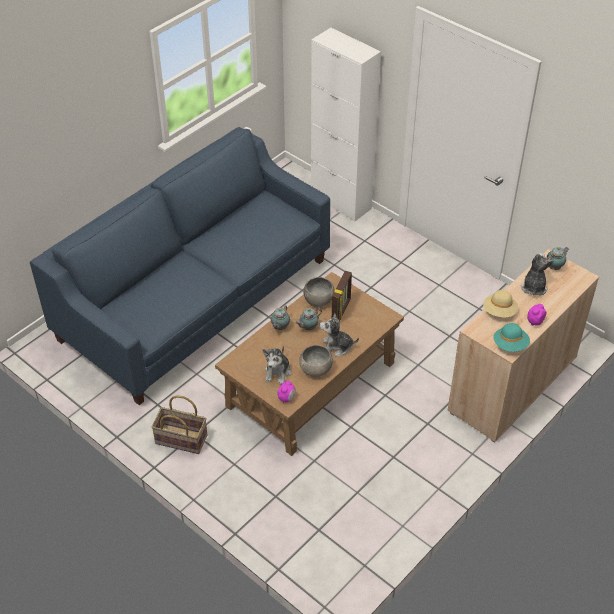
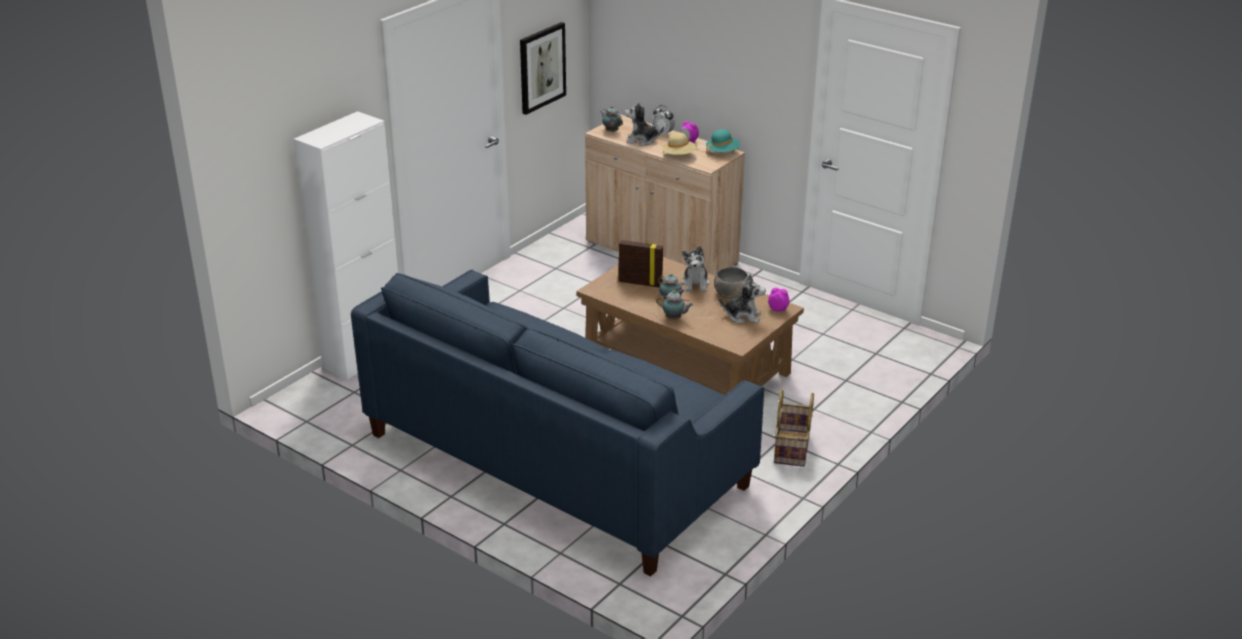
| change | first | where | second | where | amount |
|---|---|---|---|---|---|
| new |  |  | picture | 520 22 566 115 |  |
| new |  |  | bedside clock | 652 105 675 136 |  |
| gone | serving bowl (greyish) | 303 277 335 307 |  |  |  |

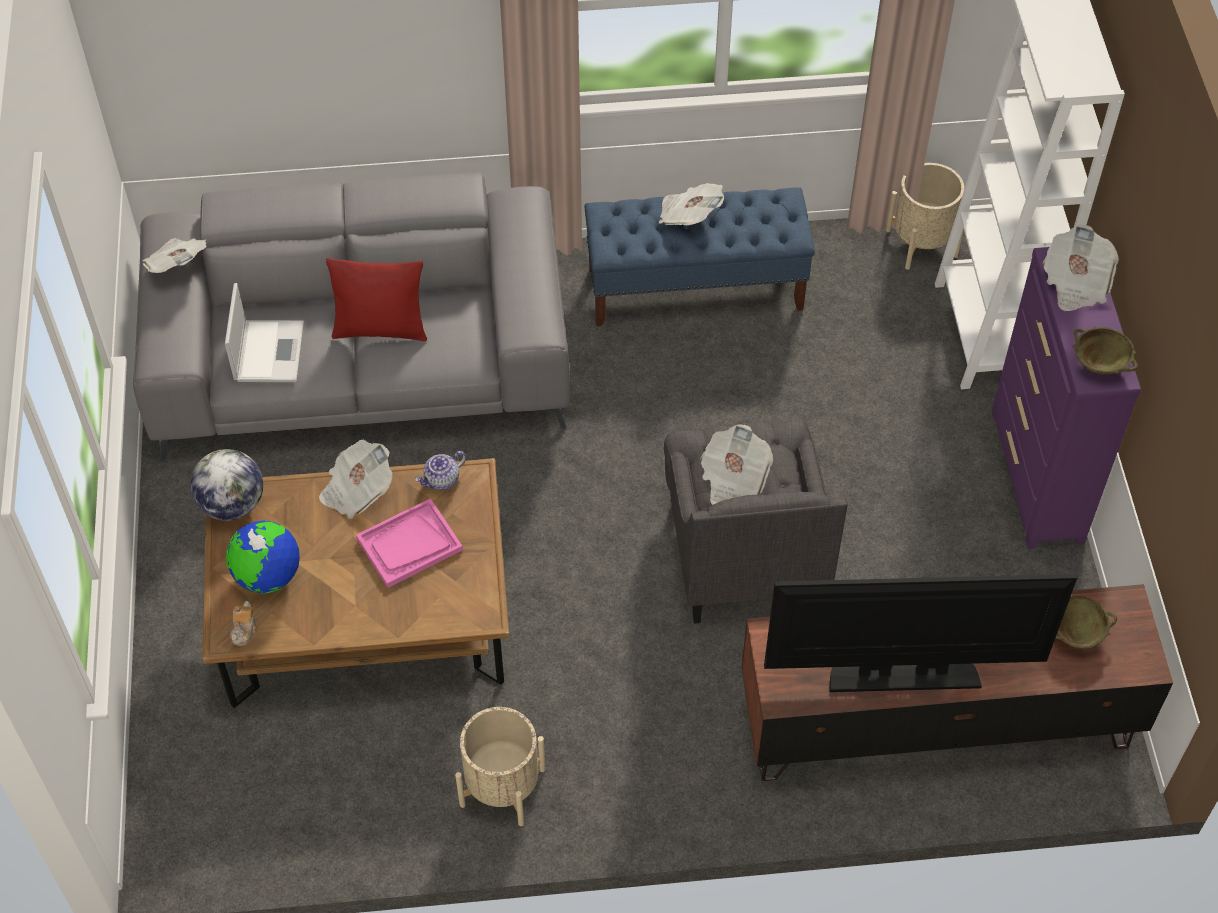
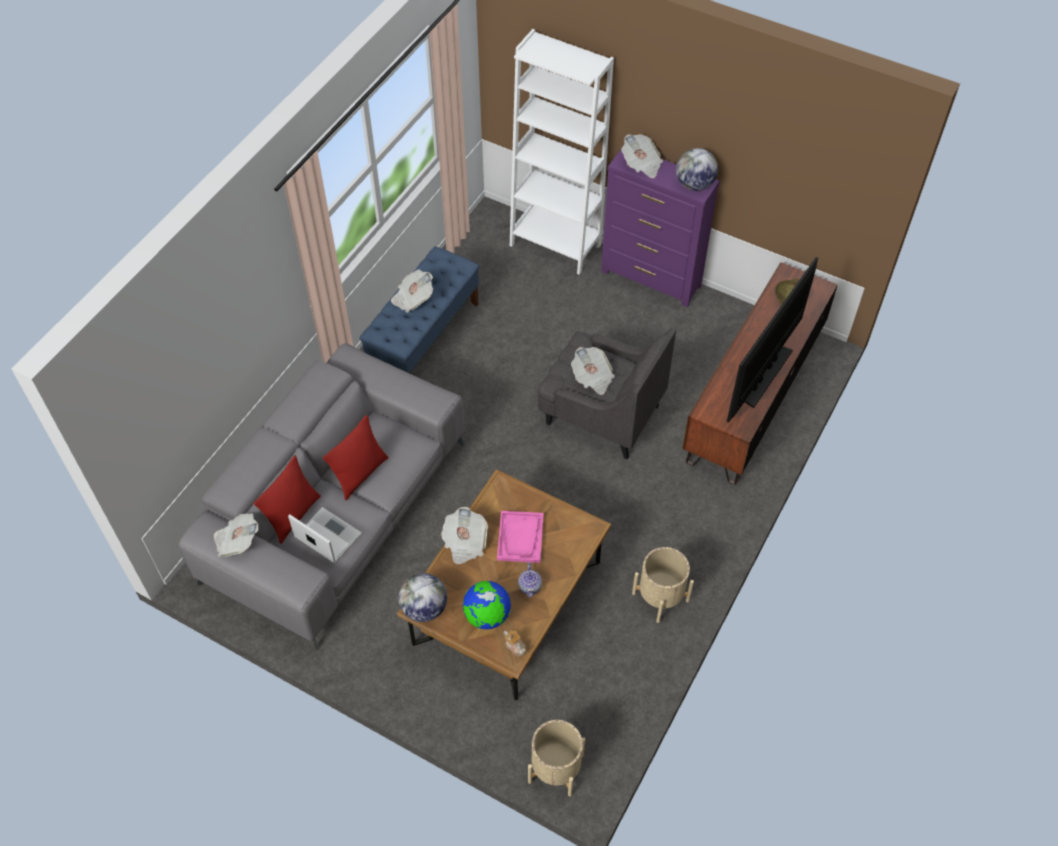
| change | first | where | second | where | amount |
|---|---|---|---|---|---|
| new |  |  | throw pillow (reddish) | 254 455 321 544 |  |
| shifted | pot for tea | 415 451 466 491 |  | 518 562 542 598 |  |
| shifted | flower pot (beige) | 886 163 964 270 |  | 528 720 585 796 |  |
| swapped | serving bowl (beige) | 1072 326 1138 375 | globe | 676 148 718 191 |  |

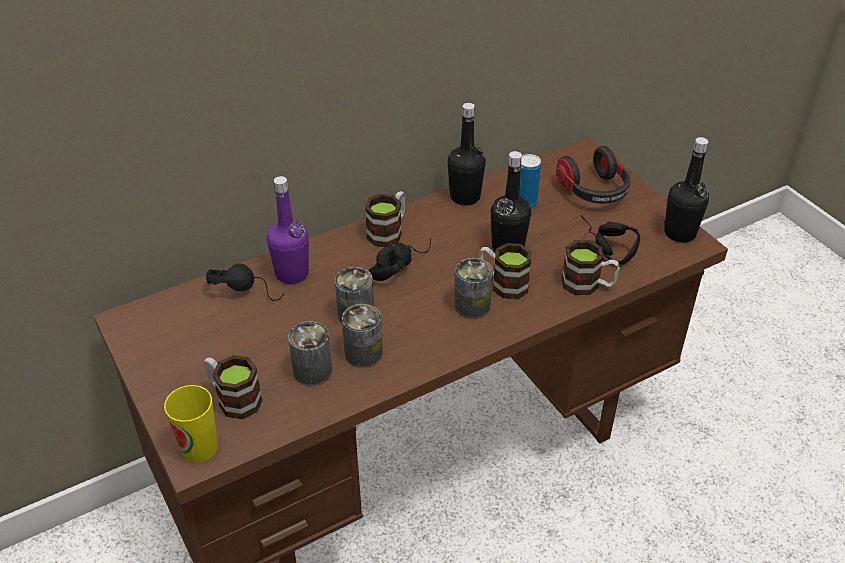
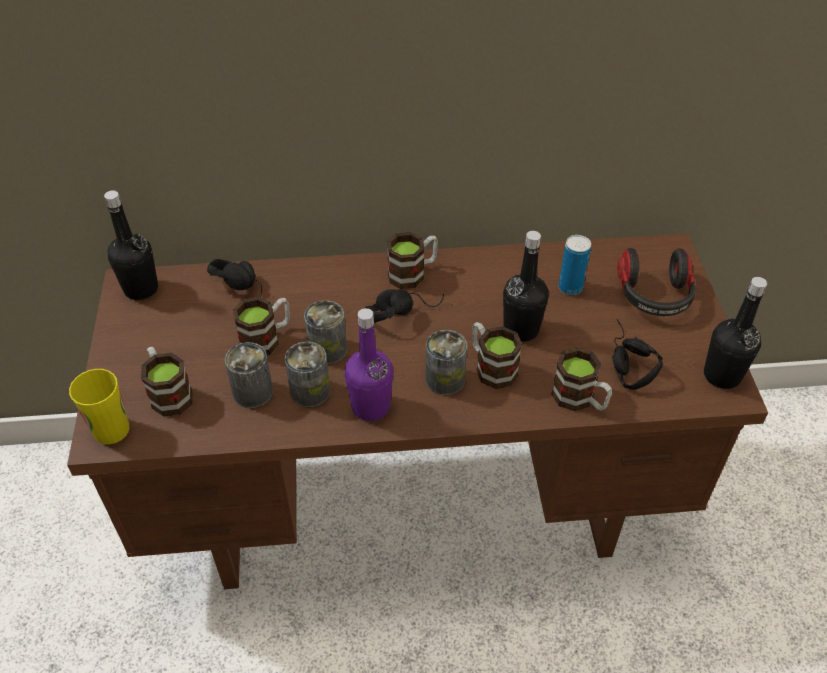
| change | first | where | second | where | amount |
|---|---|---|---|---|---|
| shifted | beverage bottle (blackish) | 448 103 486 206 |  | 104 190 158 300 |  |
| new |  |  | tea mug | 233 297 290 356 |  |
| shifted | beverage bottle (purple-coloured) | 266 176 309 284 |  | 344 308 393 421 |  |

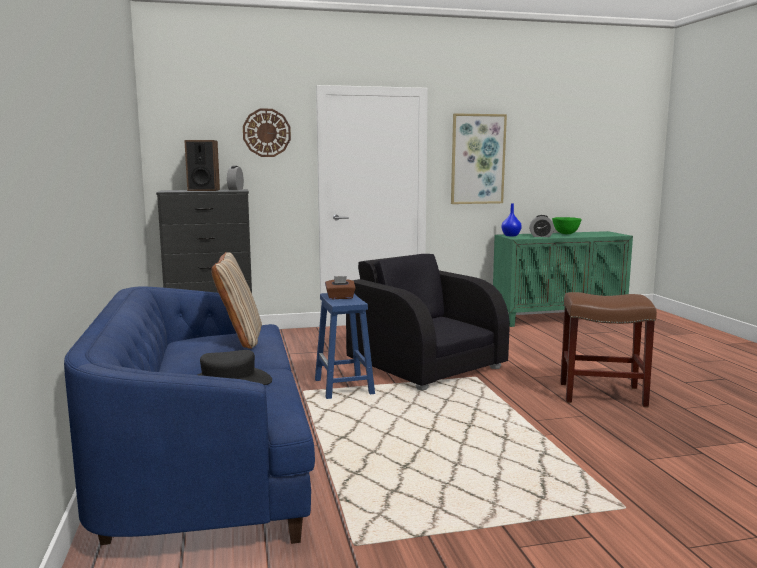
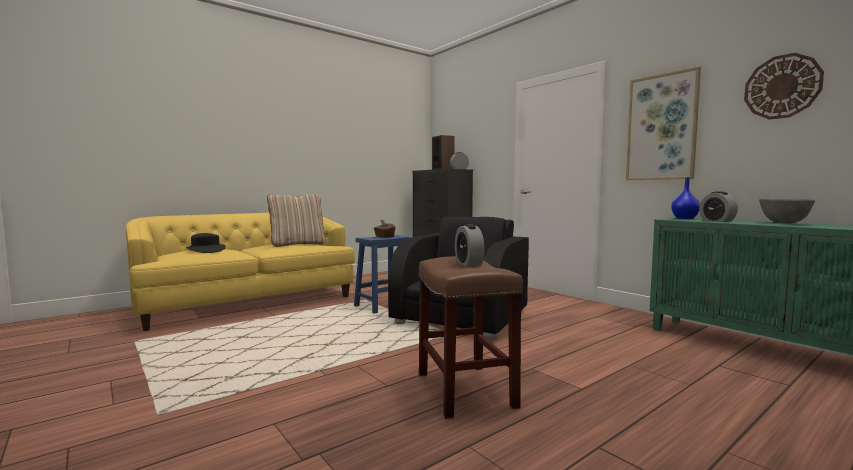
| change | first | where | second | where | amount |
|---|---|---|---|---|---|
| repainted | settee (bluish) | 64 287 315 545 | settee (yellow) | 126 213 355 331 |  |
| new |  |  | bedside clock | 455 224 485 266 |  |
| shifted | clock on the wall | 243 109 291 157 |  | 744 53 824 119 |  |
| repainted | serving bowl (green-coloured) | 552 217 582 234 | serving bowl (greyish) | 759 199 815 224 |  |

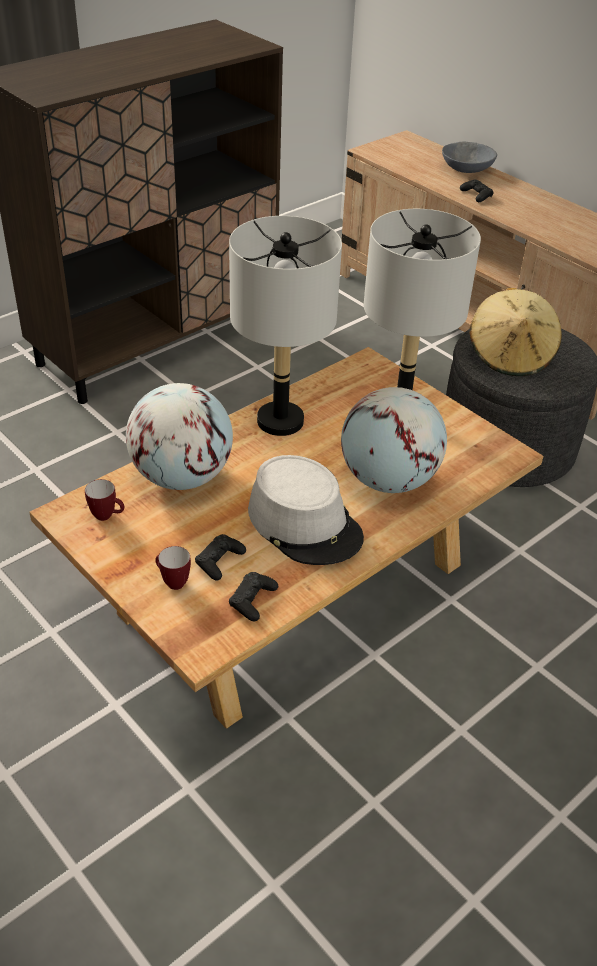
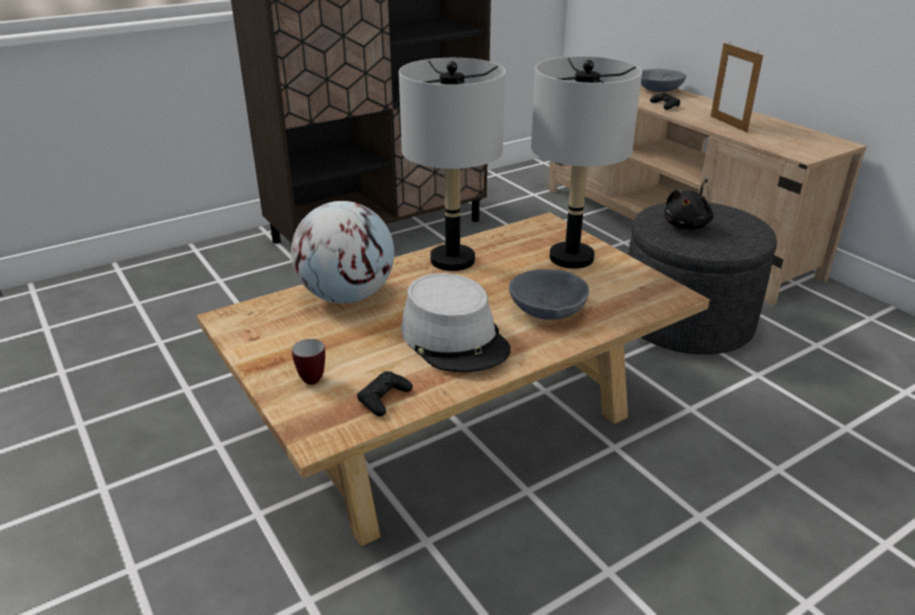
| change | first | where | second | where | amount |
|---|---|---|---|---|---|
| swapped | globe | 341 387 447 493 | serving bowl (greyish) | 509 269 589 320 |  |
| swapped | wearable hat (beige) | 469 288 562 376 | cuddly toy (blackish) | 664 189 714 229 |  |
| new |  |  | picture frame | 711 43 763 132 |  |
| gone | tea mug | 85 479 124 521 |  |  |  |
| gone | gamepad (blackish) | 195 534 246 581 |  |  |  |

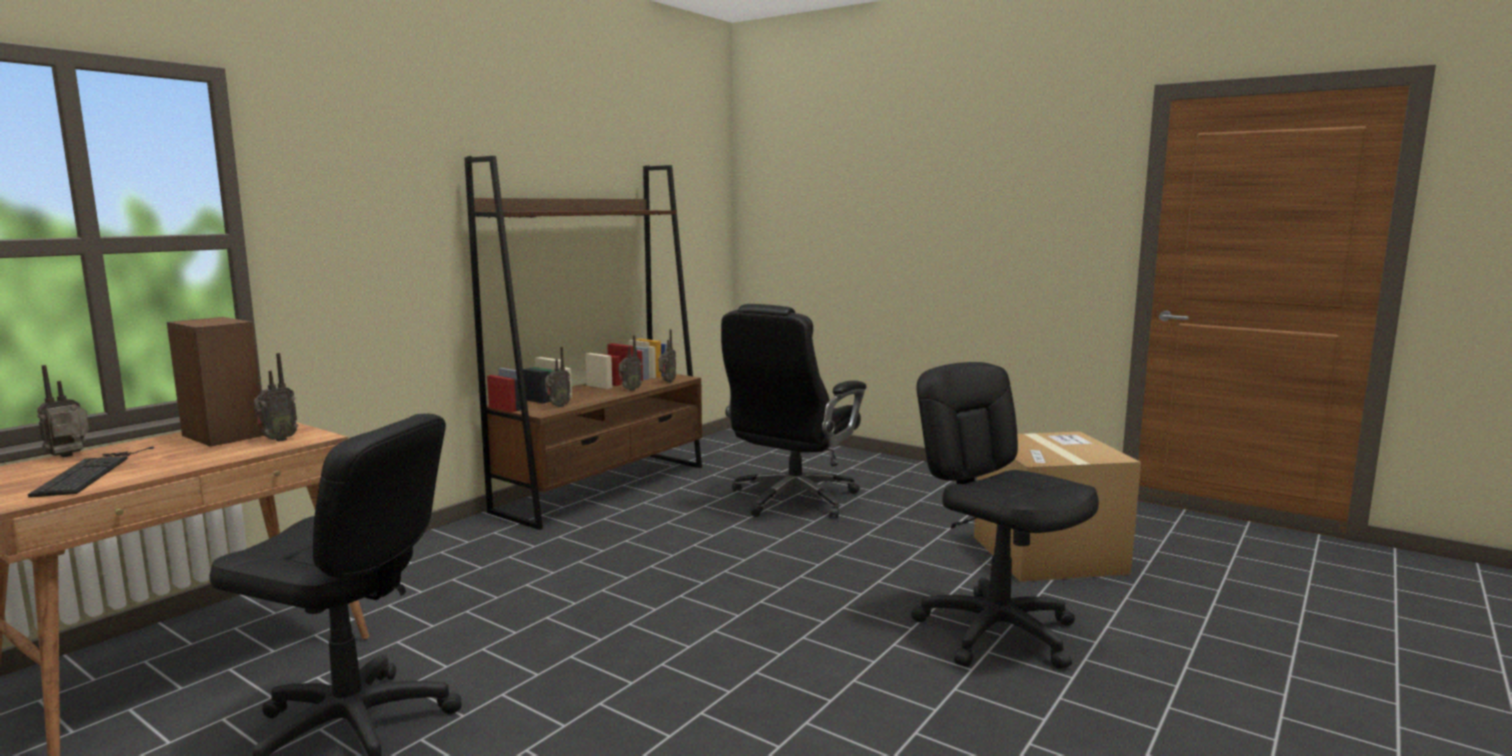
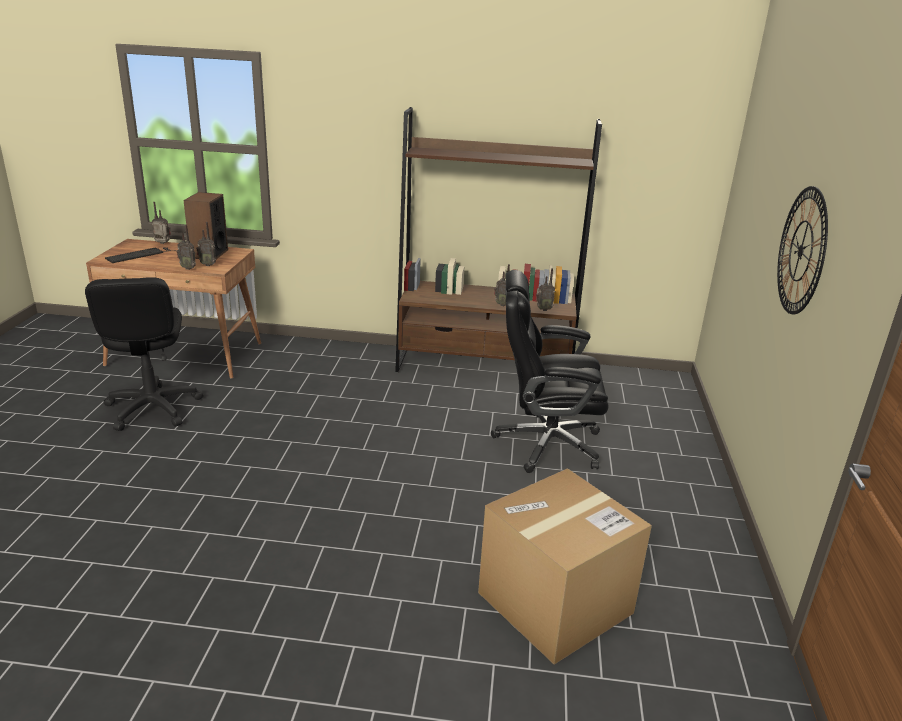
| change | first | where | second | where | amount |
|---|---|---|---|---|---|
| shifted | radio receiver | 545 347 571 407 |  | 176 225 196 270 |  |
| new |  |  | clock on the wall | 777 186 828 315 |  |
| gone | computer chair (blackish) | 911 362 1099 669 |  |  |  |

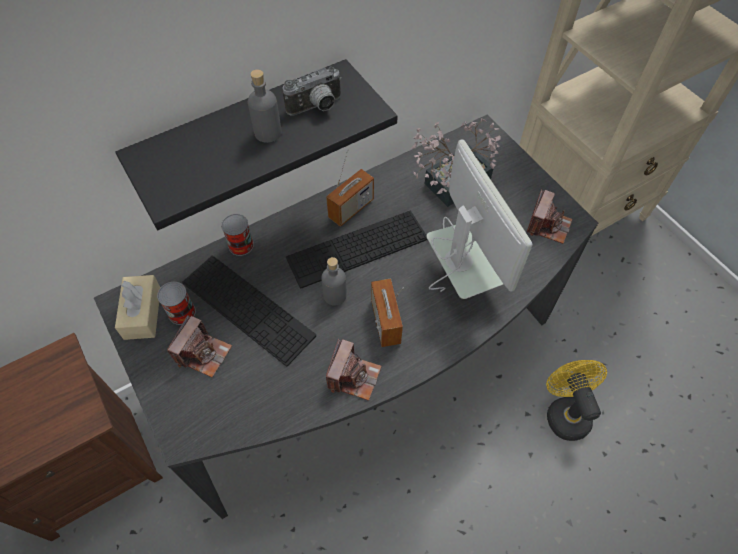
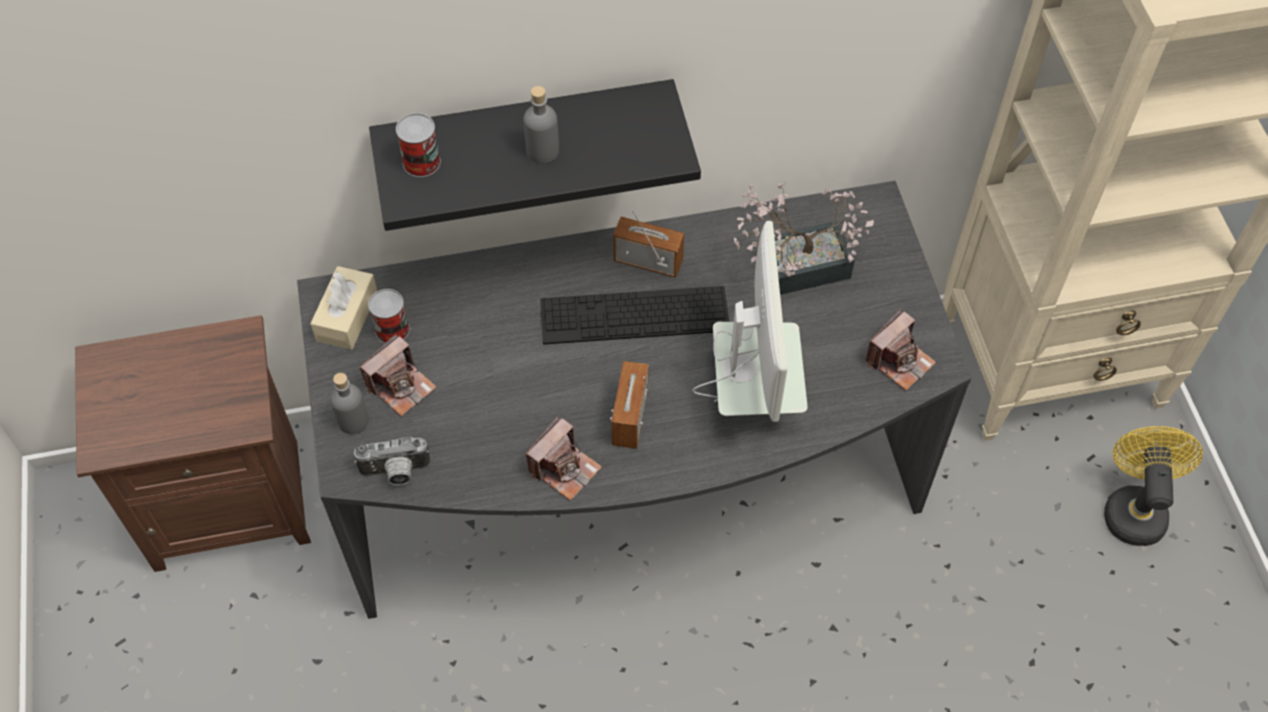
| change | first | where | second | where | amount |
|---|---|---|---|---|---|
| shifted | beverage bottle (greyish) | 321 257 347 306 |  | 330 373 369 434 |  |
| shifted | still camera | 283 67 342 116 |  | 354 436 430 485 |  |
| shifted | sealed can | 221 214 254 256 |  | 396 113 441 177 |  |
| rotated | radio receiver | 326 149 374 227 |  | 613 209 684 278 | 135 degrees counterclockwise |
| shifted | electric fan (yellow) | 546 360 607 441 |  | 1104 426 1203 546 |  |
| gone | PC keyboard | 182 256 316 367 |  |  |  |

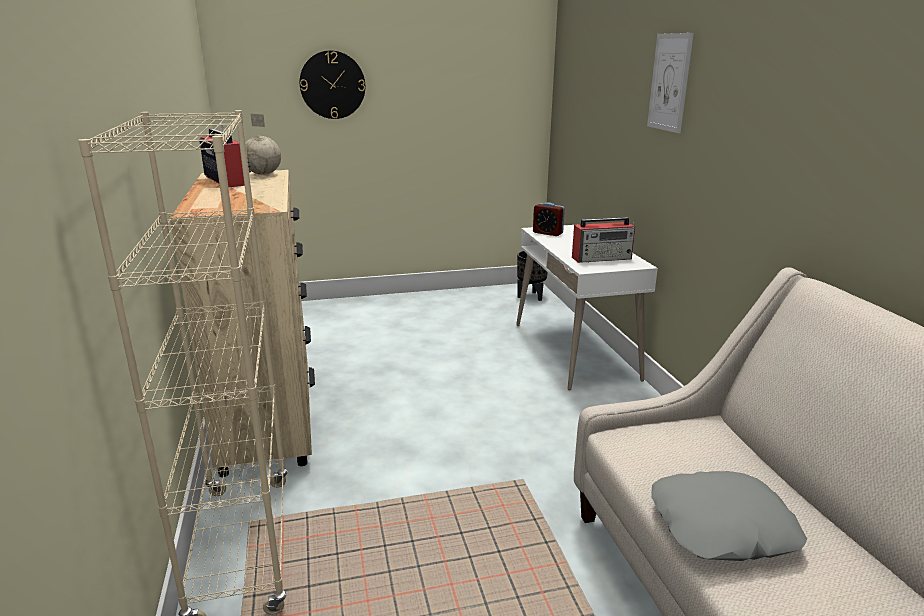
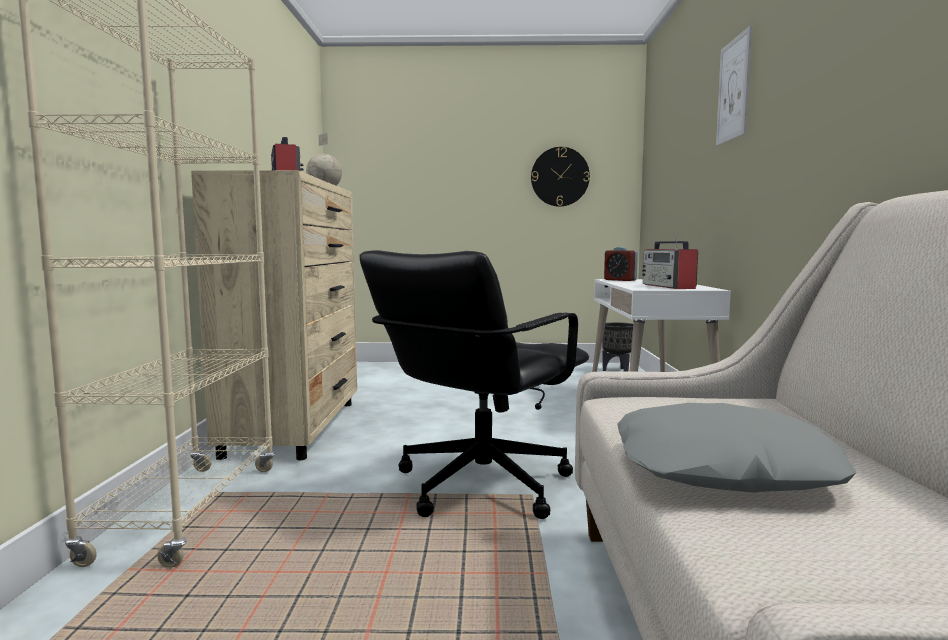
| change | first | where | second | where | amount |
|---|---|---|---|---|---|
| new |  |  | computer chair (blackish) | 360 250 589 519 |  |
| shifted | clock on the wall | 300 50 365 119 |  | 531 147 590 207 |  |
| rotated | radio receiver | 572 217 635 263 |  | 642 238 698 289 | 75 degrees clockwise |

